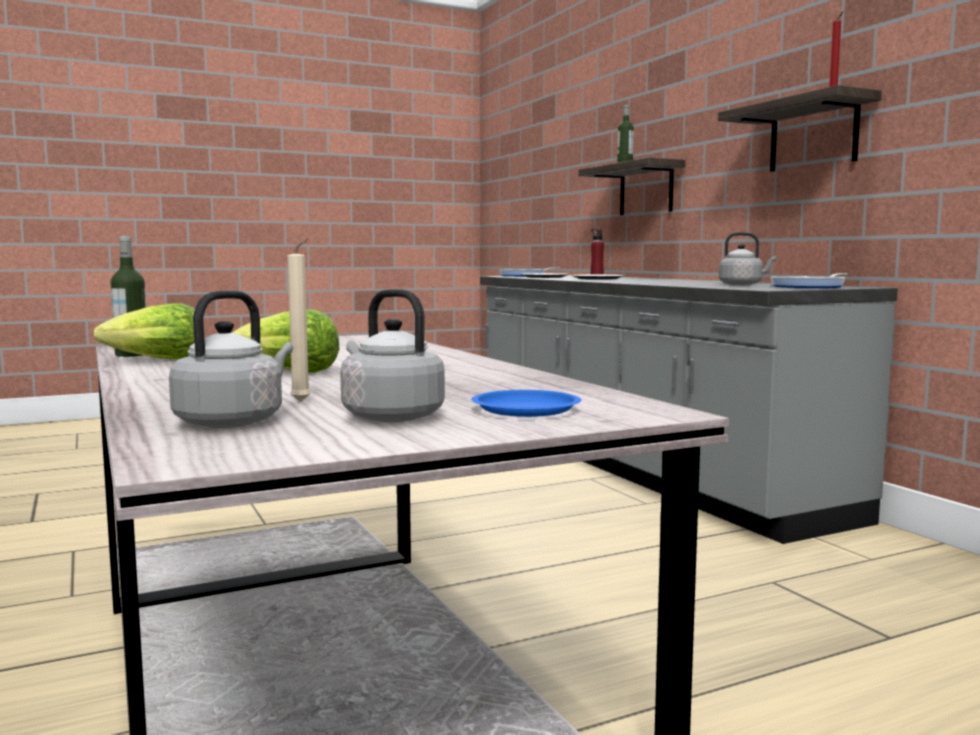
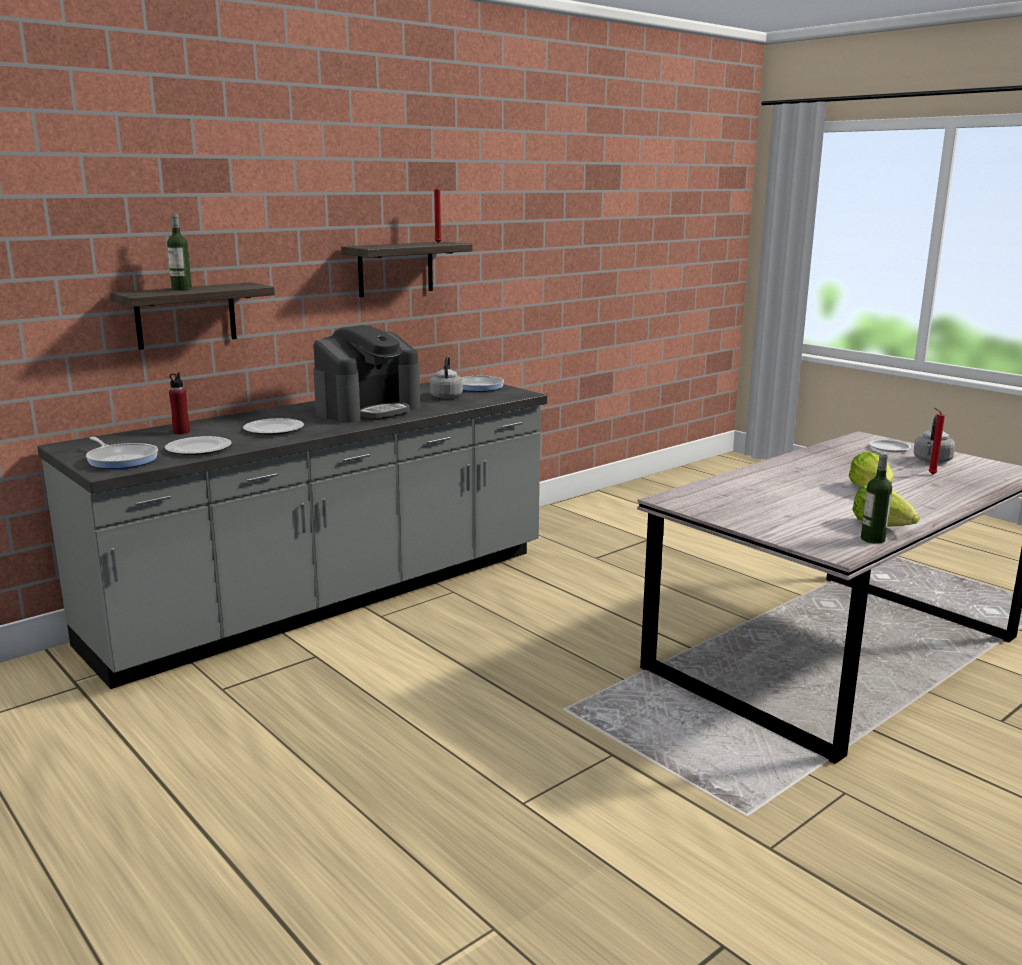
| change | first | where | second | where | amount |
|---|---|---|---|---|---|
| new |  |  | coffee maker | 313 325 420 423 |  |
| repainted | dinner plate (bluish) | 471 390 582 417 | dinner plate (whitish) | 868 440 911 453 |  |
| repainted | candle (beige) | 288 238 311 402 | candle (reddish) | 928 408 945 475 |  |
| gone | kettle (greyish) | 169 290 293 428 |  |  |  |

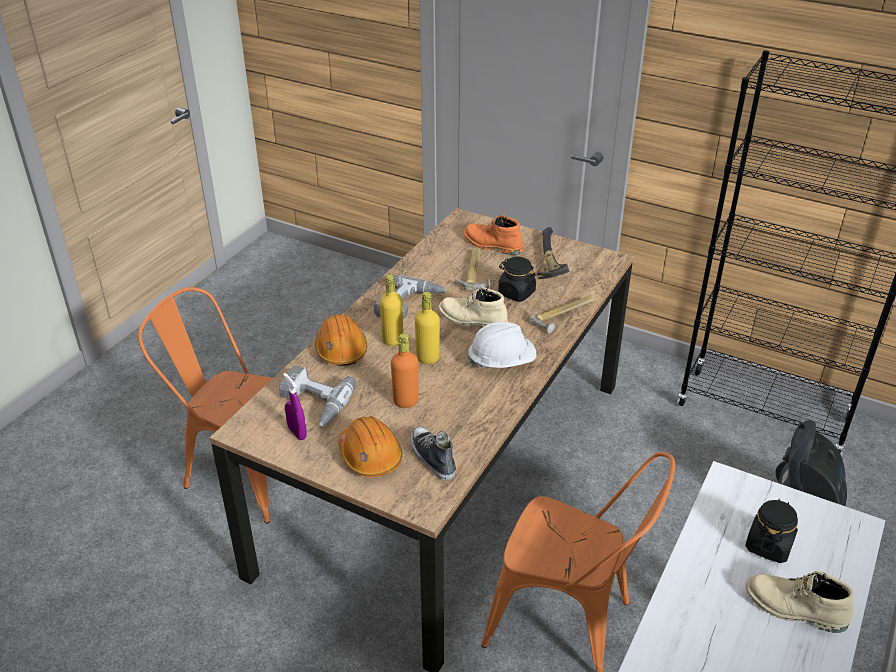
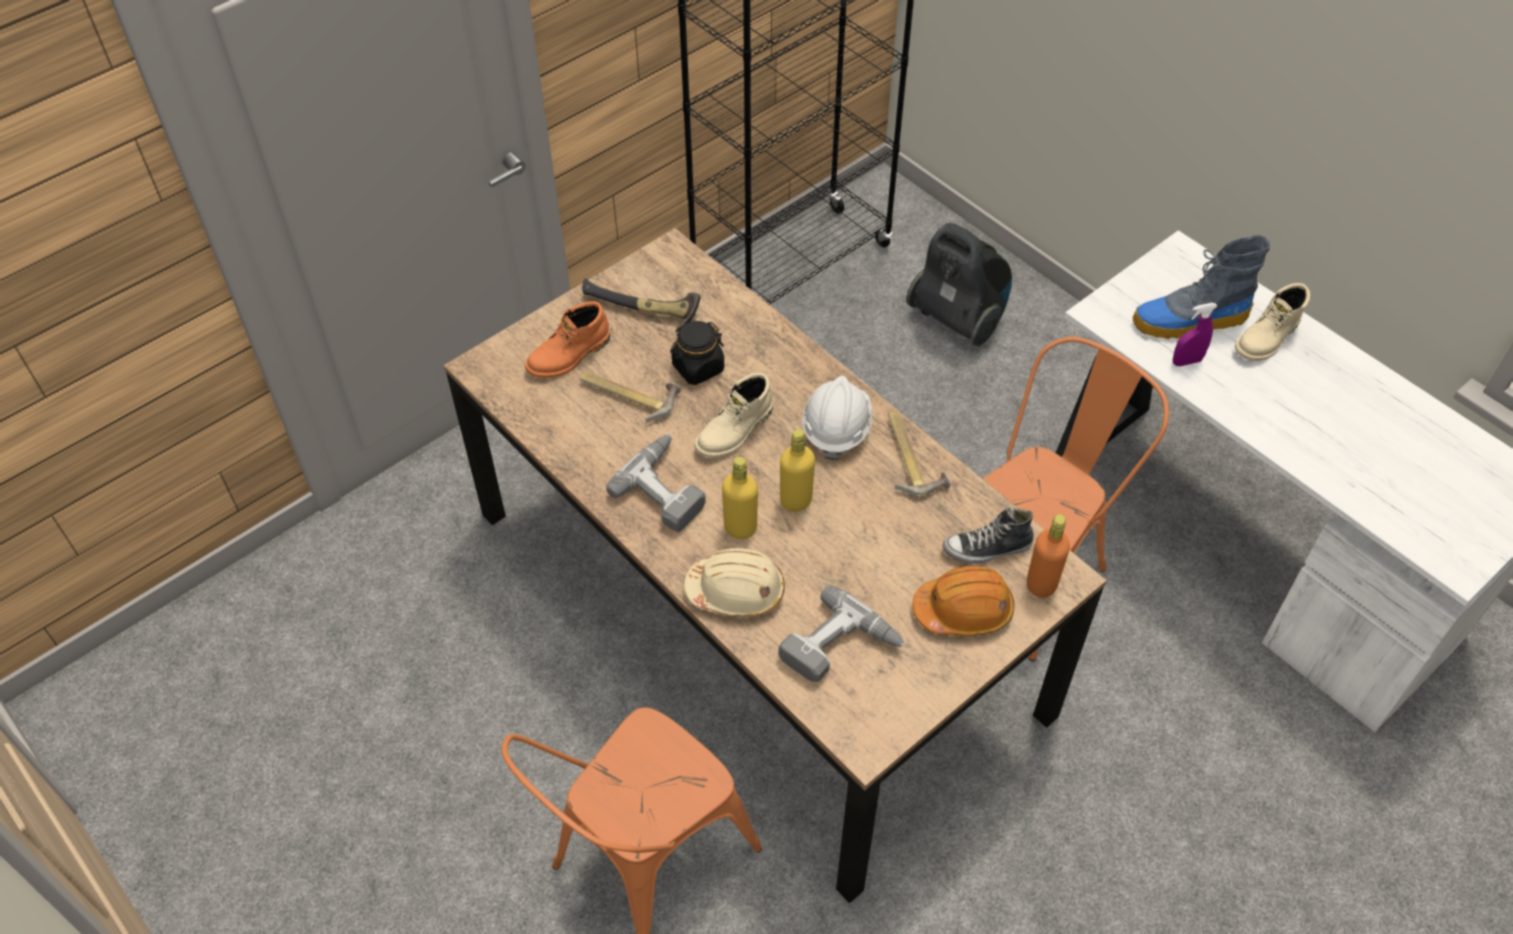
| change | first | where | second | where | amount |
|---|---|---|---|---|---|
| repainted | hard hat (orange-coloured) | 315 314 367 366 | hard hat (beige) | 684 548 785 617 |  |
| shifted | hammer | 530 295 594 334 |  | 888 411 950 498 |  |
| shifted | beverage bottle (orange-coloured) | 391 333 419 408 |  | 1027 514 1070 597 |  |
| swapped | storage jar (blackish) | 745 499 798 563 | tall boot | 1133 235 1270 339 |  |
| shifted | hand sprayer (purple-coloured) | 283 373 307 440 |  | 1173 303 1217 366 |  |

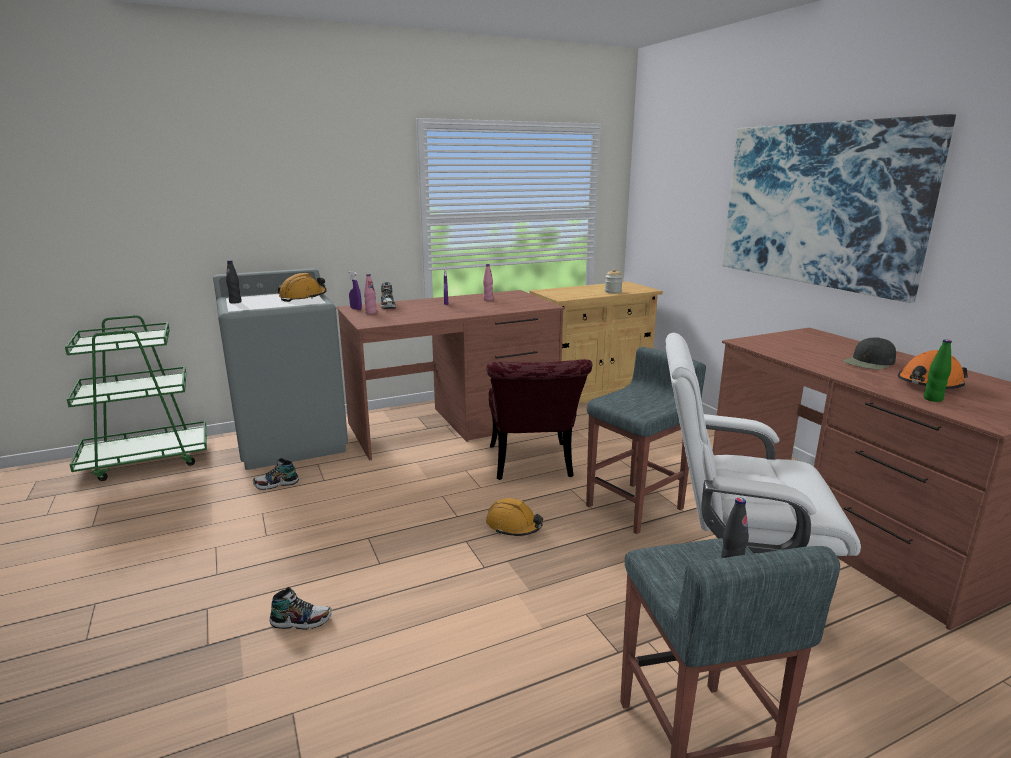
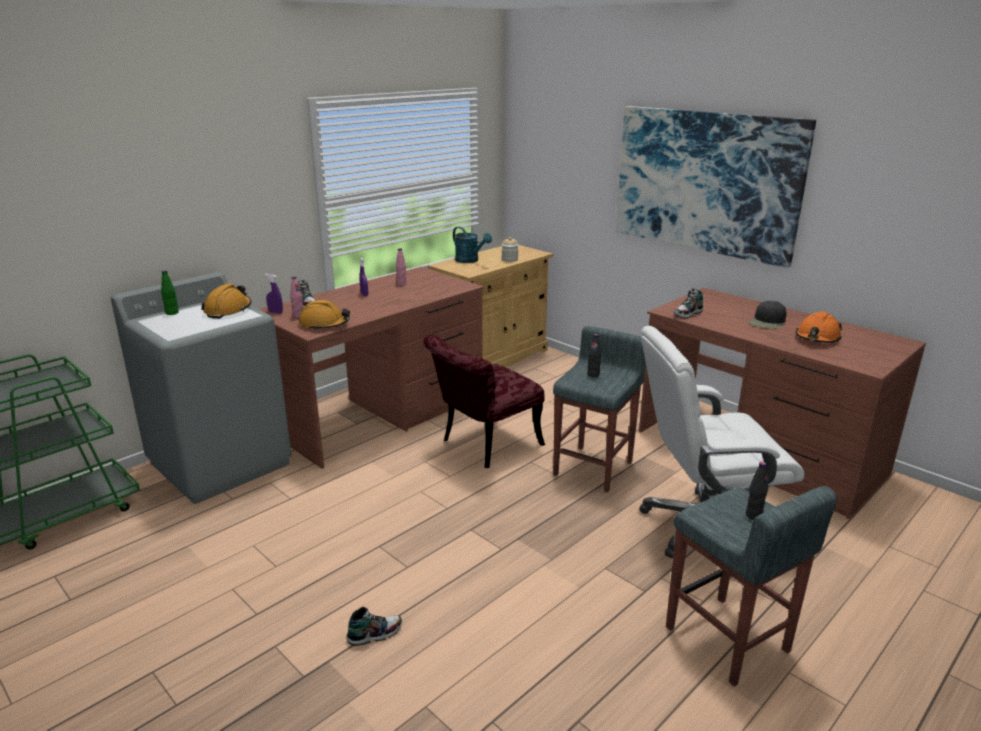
| change | first | where | second | where | amount |
|---|---|---|---|---|---|
| shifted | beverage bottle (green-coloured) | 923 339 952 402 |  | 161 270 179 315 |  |
| shifted | hard hat (orange-coloured) | 486 498 543 536 |  | 299 300 350 330 |  |
| rotated | plain chair (reddish) | 487 359 593 480 |  | 423 334 545 468 | 75 degrees clockwise |
| new |  |  | watering can (blue-green) | 453 227 492 263 |  |
| shifted | beverage bottle (blackish) | 226 260 241 304 |  | 587 334 601 377 |  |
| shifted | low shoe | 253 458 299 490 |  | 674 288 703 319 |  |

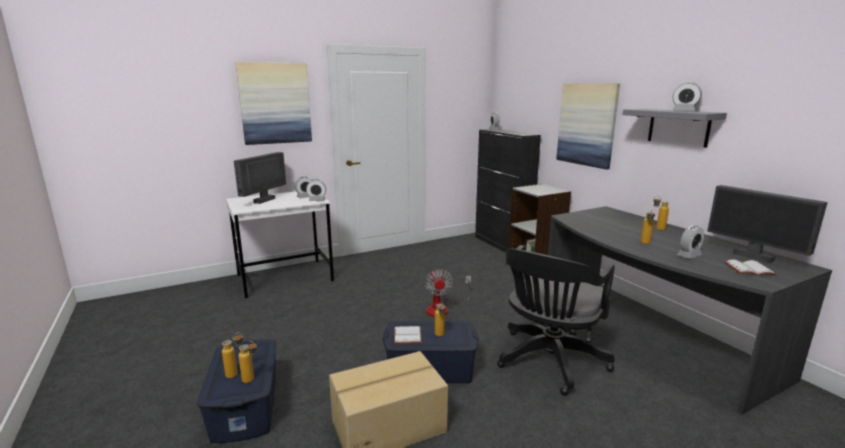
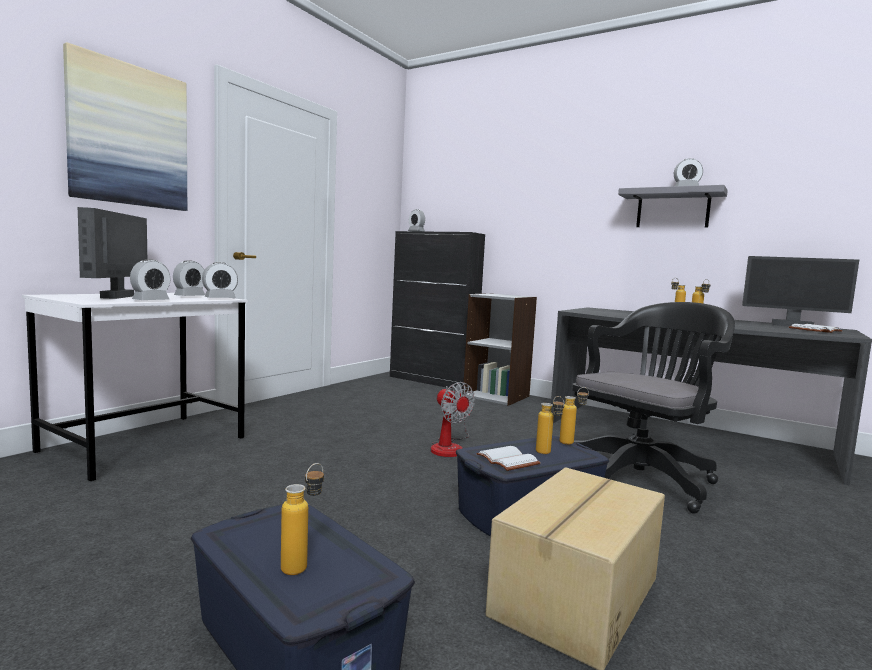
| change | first | where | second | where | amount |
|---|---|---|---|---|---|
| shifted | bedside clock | 677 226 704 259 |  | 130 259 170 300 |  |
| shifted | beverage bottle | 238 341 257 383 |  | 560 387 589 445 |  |
| rotated | computer chair (blackish) | 497 245 615 396 |  | 572 302 735 513 | 135 degrees counterclockwise |
| gone | picture | 556 83 620 170 |  |  |  |

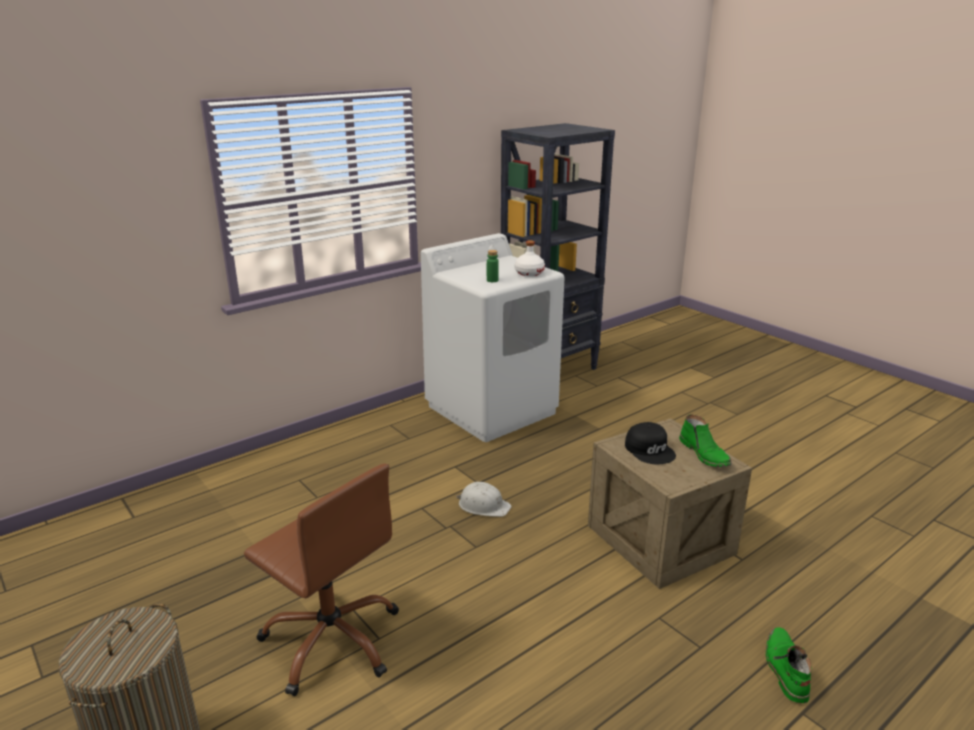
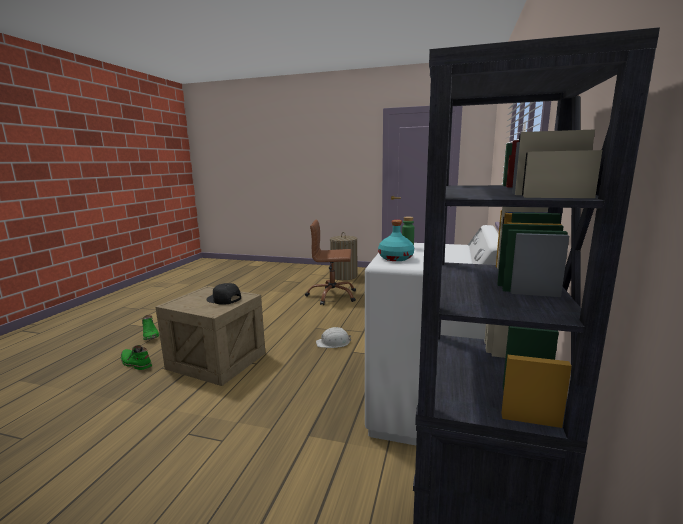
| change | first | where | second | where | amount |
|---|---|---|---|---|---|
| shifted | tall boot (green-coloured) | 679 414 732 467 |  | 121 345 152 370 |  |
| repainted | beverage bottle (whitish) | 514 240 545 276 | beverage bottle (blue-green) | 378 220 414 261 |  |

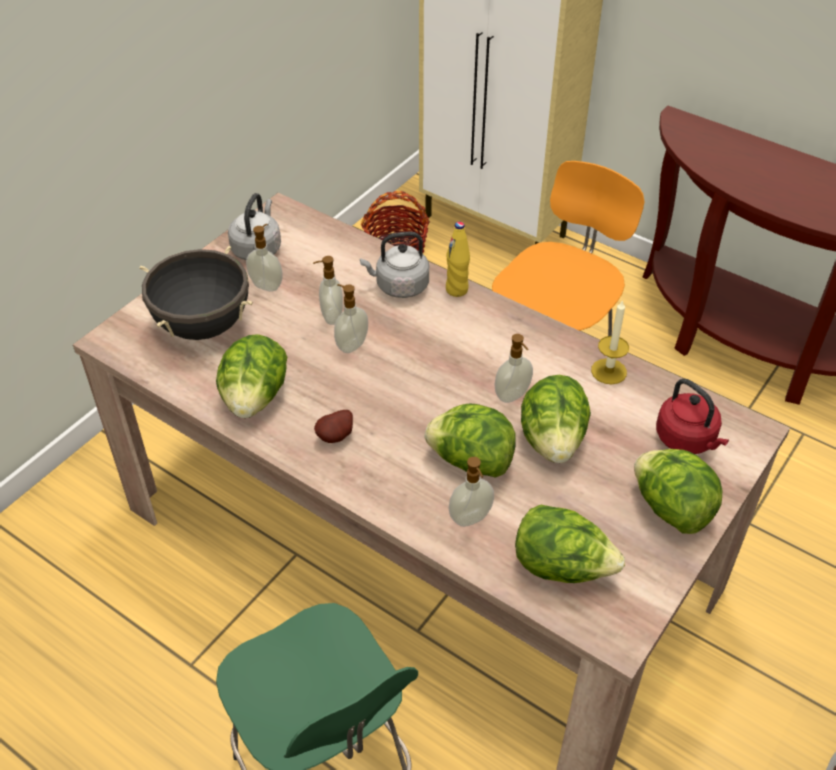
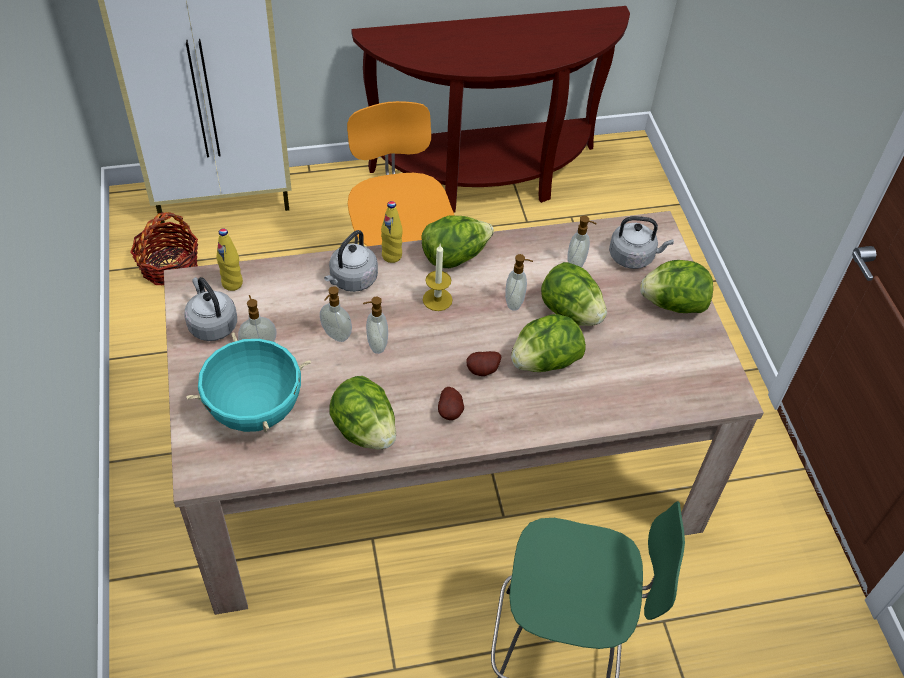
| change | first | where | second | where | amount |
|---|---|---|---|---|---|
| repainted | saucepot (blackish) | 140 246 253 340 | saucepot (blue-green) | 187 332 311 432 |  |
| new |  |  | beverage bottle (yellow) | 216 228 243 291 |  |
| shifted | lettuce | 515 505 625 583 |  | 422 215 494 268 |  |
| shifted | candle | 591 300 629 384 |  | 423 245 453 311 |  |
| new |  |  | potato | 466 351 501 376 |  |
| shifted | liquid soap bottle | 449 457 494 527 |  | 567 216 597 267 |  |
| repainted | kettle (reddish) | 656 379 729 454 | kettle (greyish) | 609 216 674 269 |  |

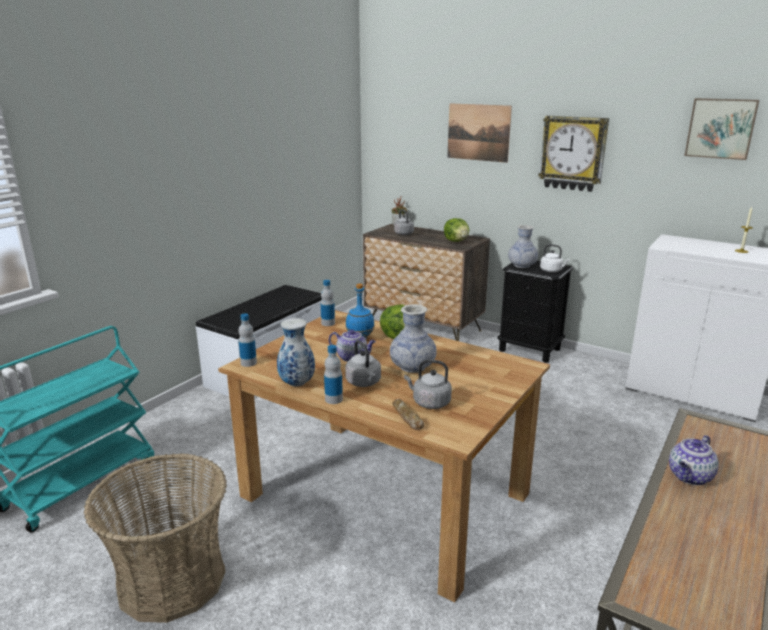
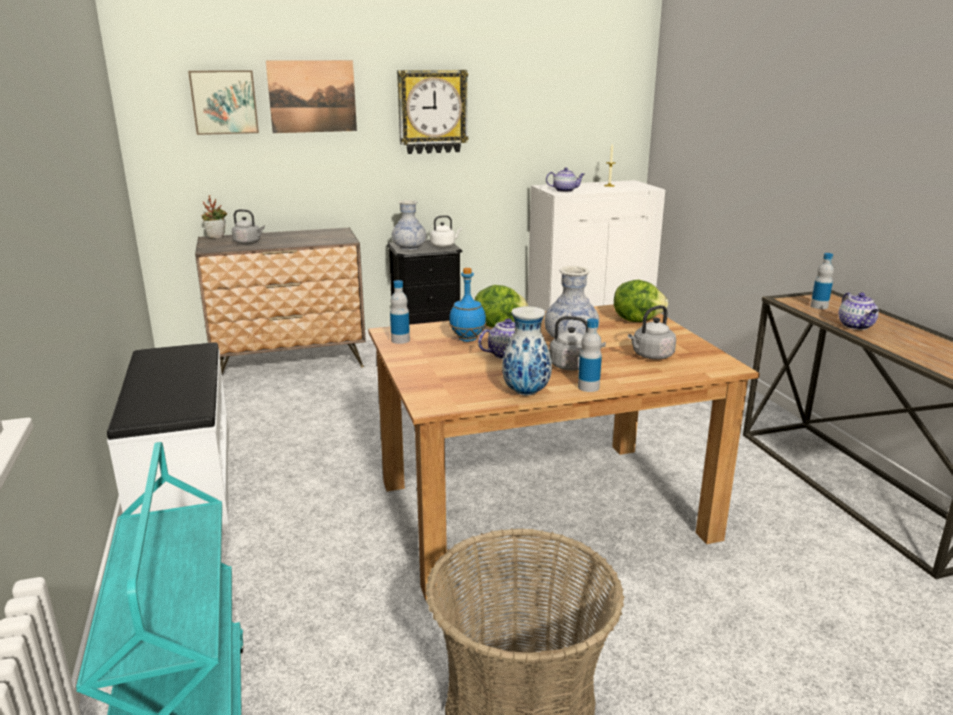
| change | first | where | second | where | amount |
|---|---|---|---|---|---|
| shifted | picture | 684 98 759 160 |  | 188 70 259 135 |  |
| new |  |  | pot for tea | 546 167 584 192 |  |
| shifted | lettuce | 444 218 469 242 |  | 614 280 668 322 |  |
| shifted | beverage bottle | 239 313 257 367 |  | 811 253 834 309 |  |
| gone | bakery bread | 392 399 424 430 |  |  |  |

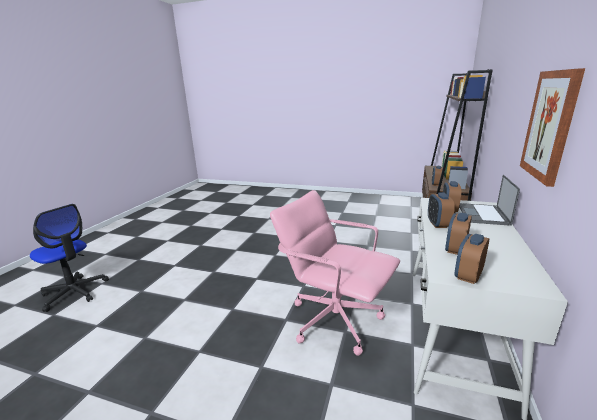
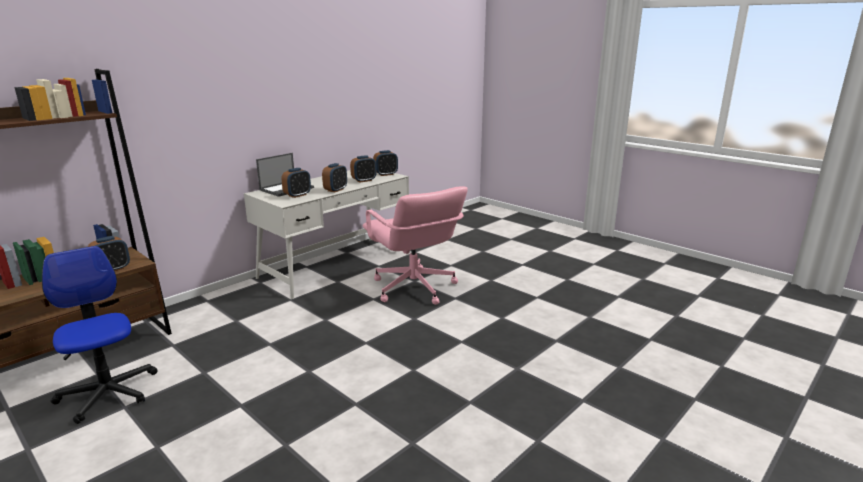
| change | first | where | second | where | amount |
|---|---|---|---|---|---|
| shifted | computer chair | 30 204 109 312 |  | 42 246 158 424 |  |
| gone | picture | 520 68 585 187 |  |  |  |

